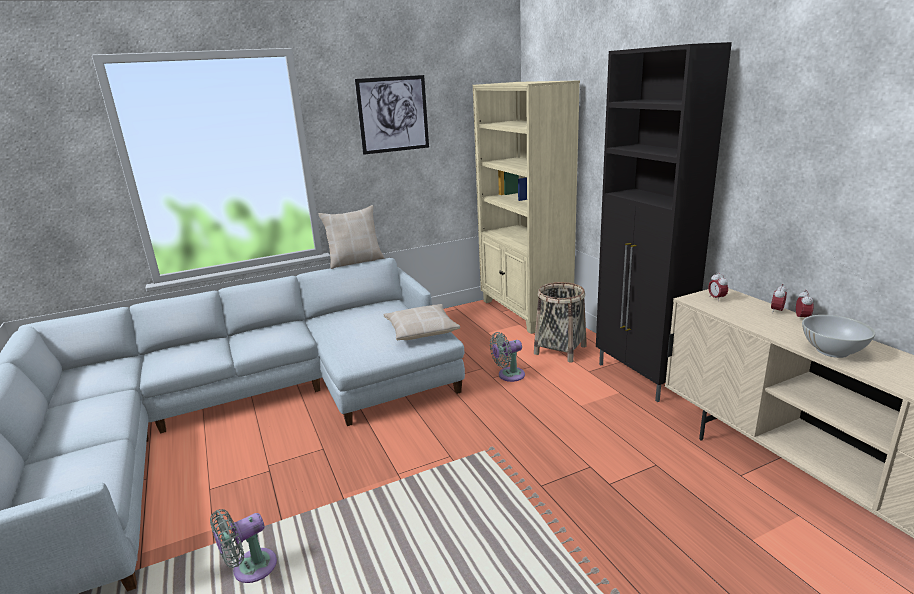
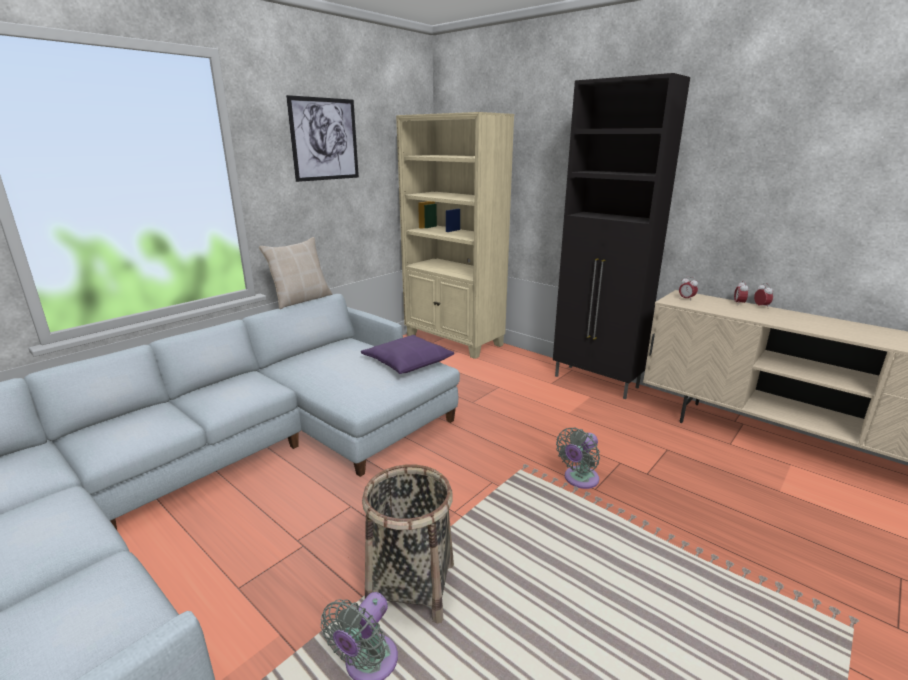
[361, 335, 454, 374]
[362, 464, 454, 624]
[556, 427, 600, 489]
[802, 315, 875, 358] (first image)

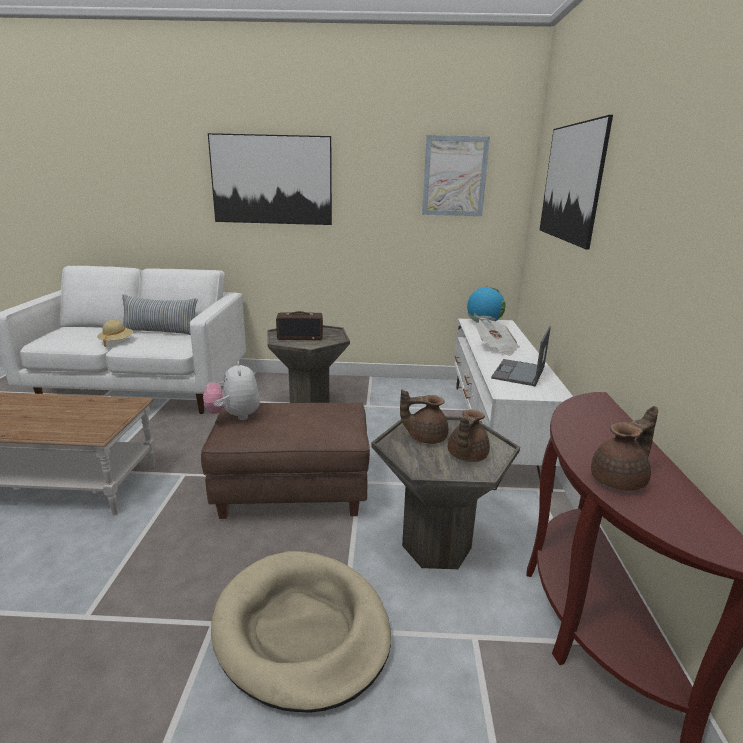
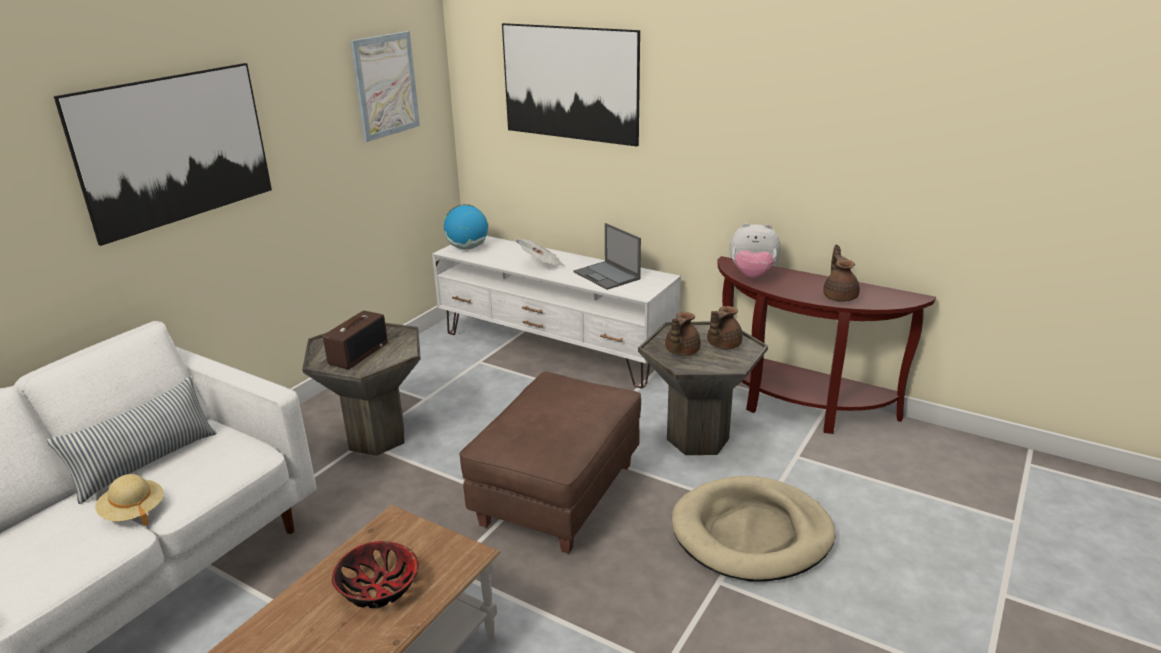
[332, 541, 419, 608]
[707, 306, 743, 349]
[730, 222, 781, 278]

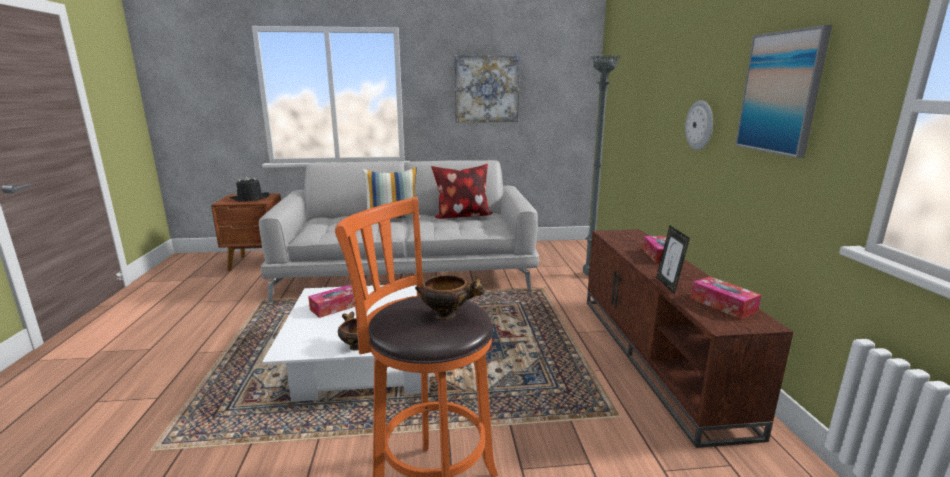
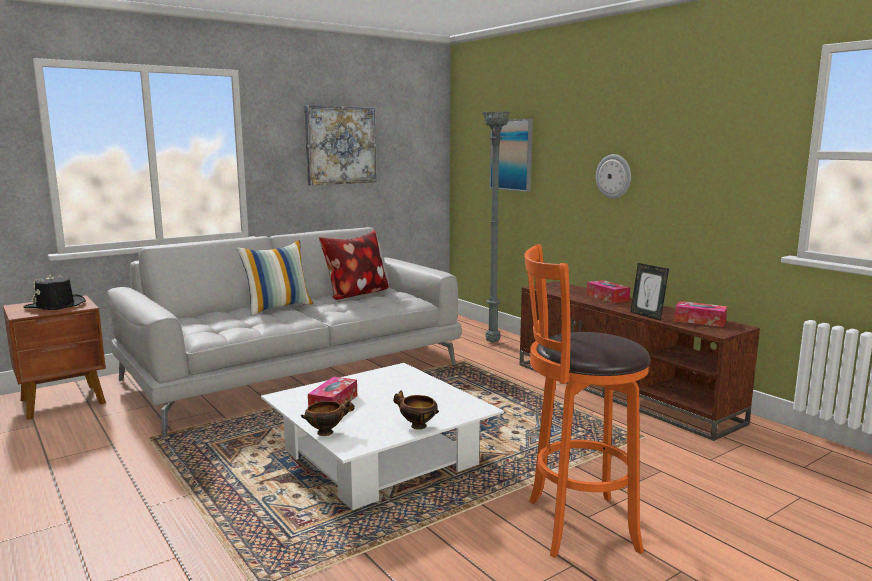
[301, 397, 355, 436]
[490, 119, 533, 192]

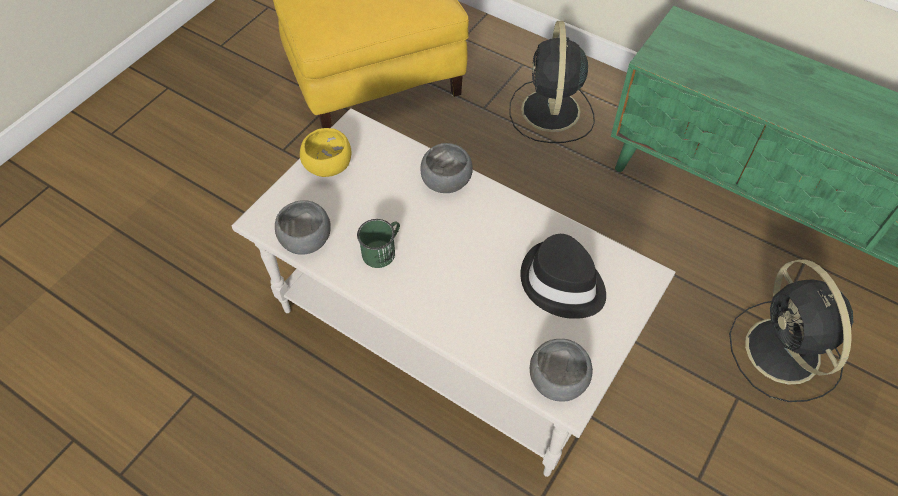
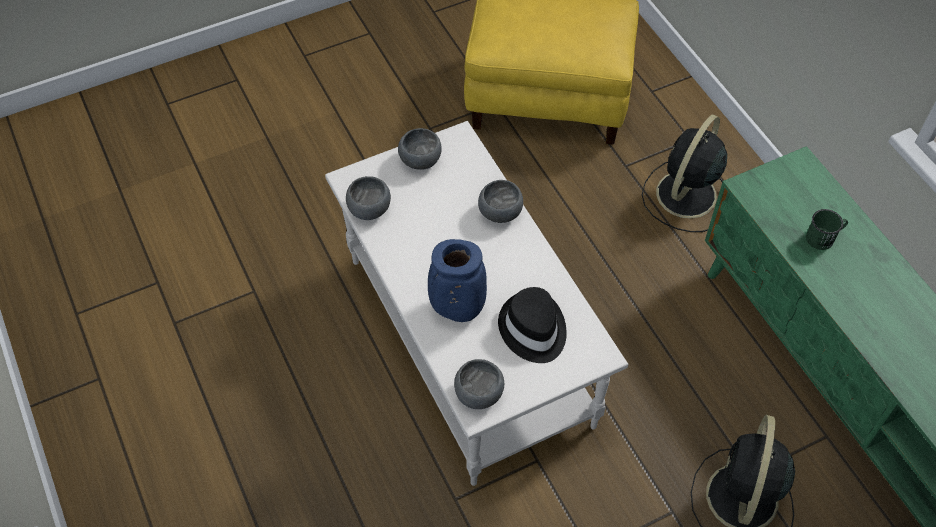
[398, 128, 442, 170]
[428, 239, 487, 322]
[806, 209, 848, 250]

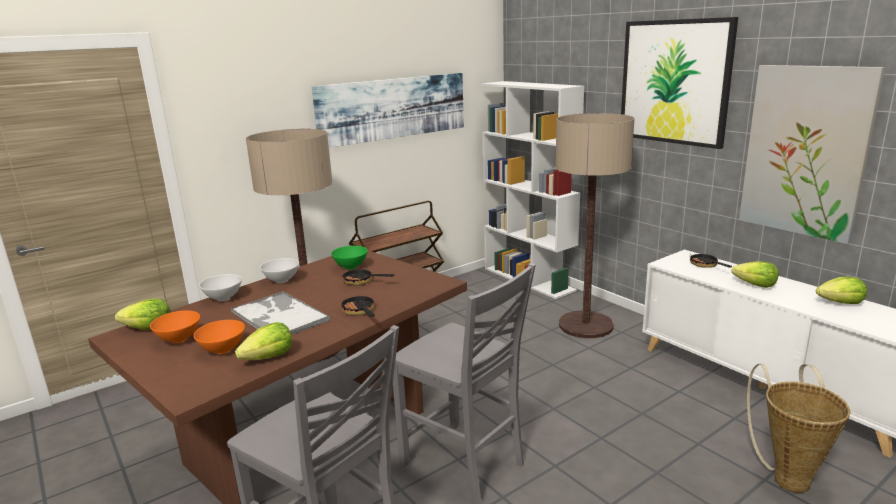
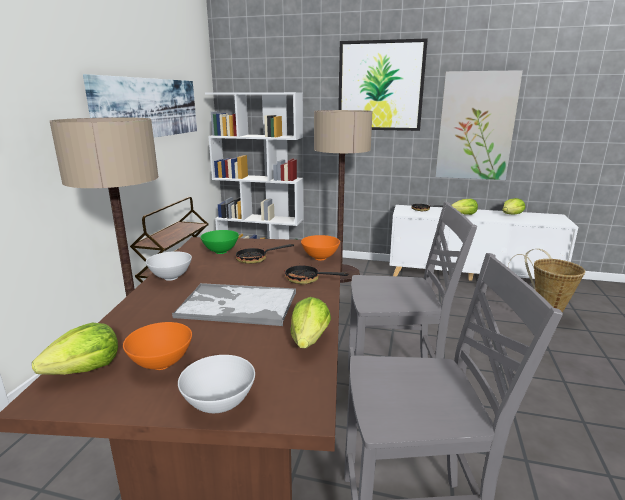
[178, 355, 255, 413]
[301, 235, 340, 260]

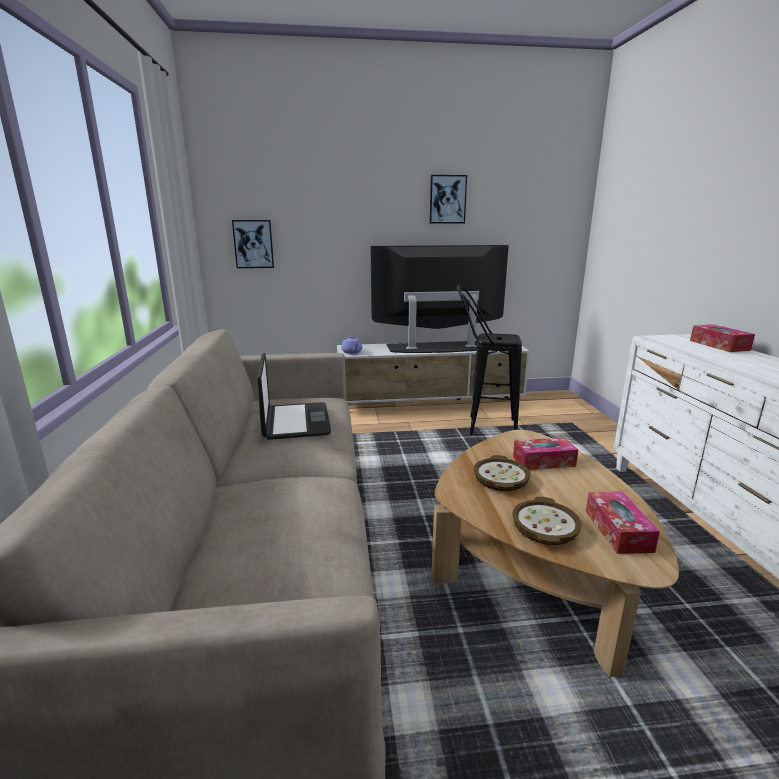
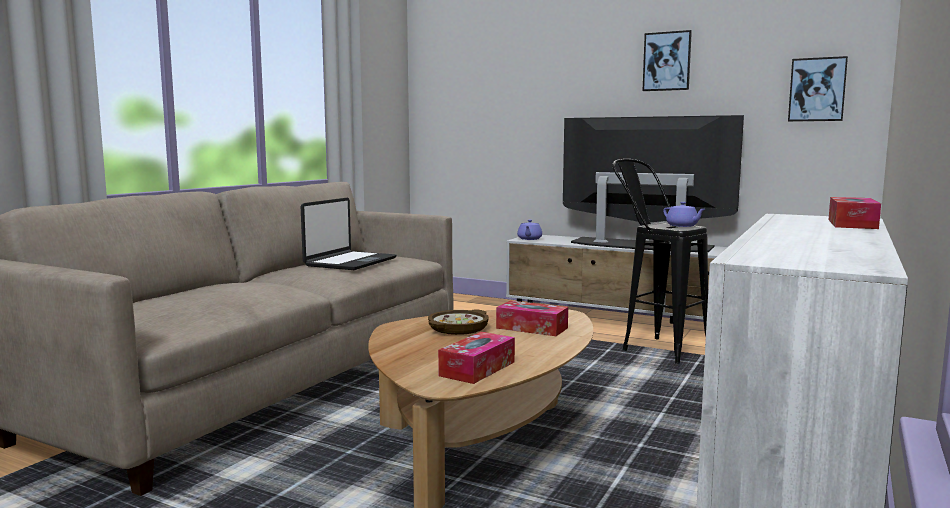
[663, 202, 705, 227]
[788, 56, 848, 122]
[512, 497, 582, 545] (first image)

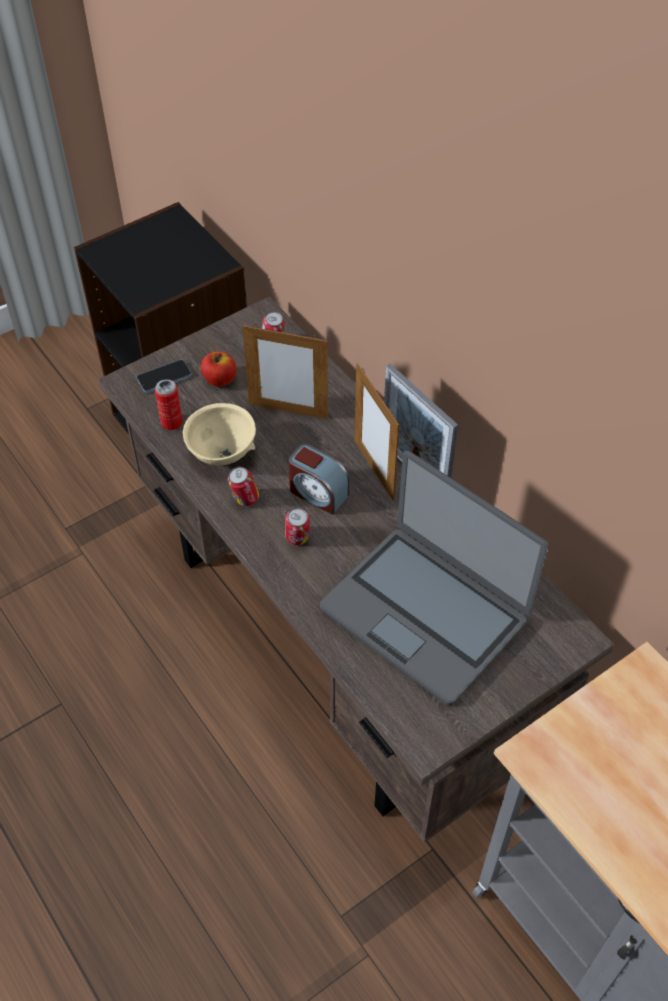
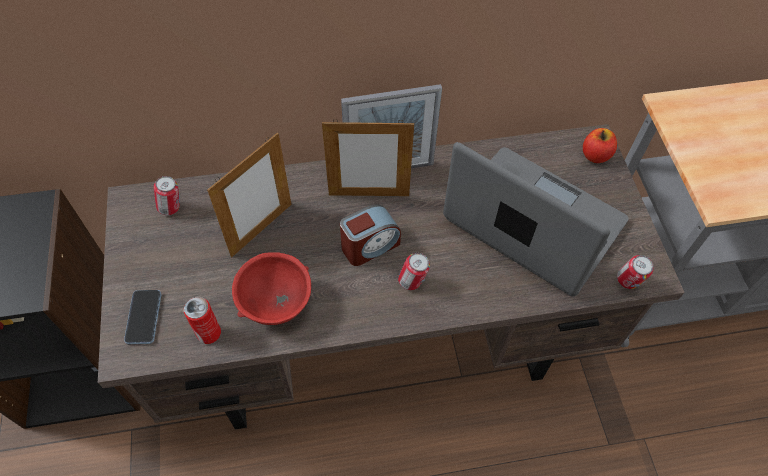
[232, 252, 311, 325]
[443, 142, 629, 296]
[583, 128, 617, 163]
[617, 255, 654, 289]

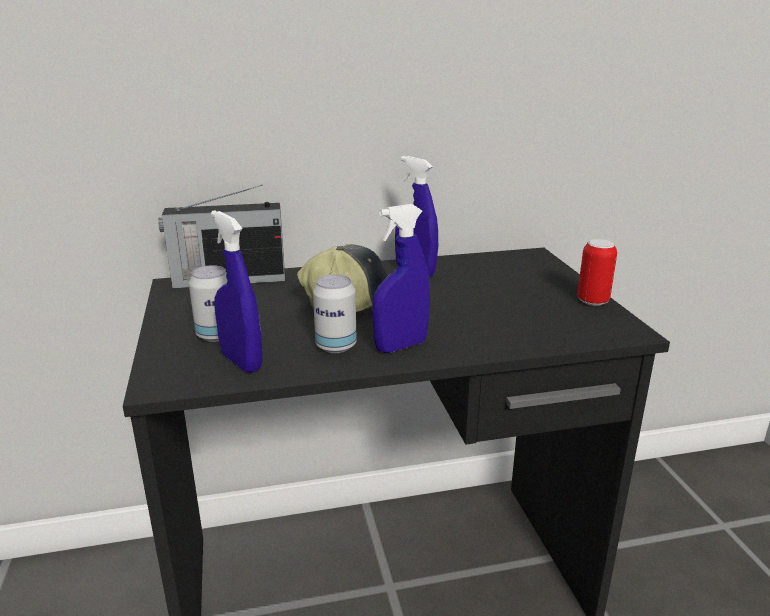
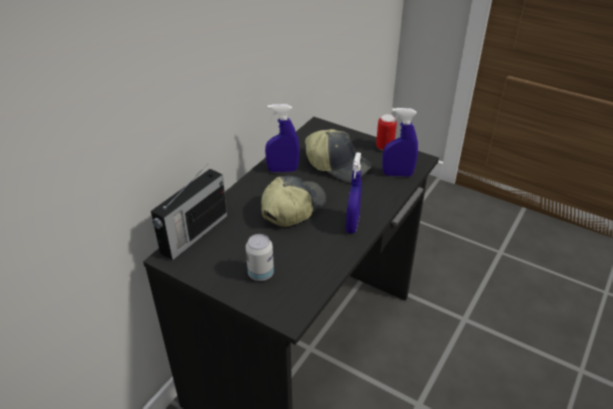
[305, 129, 372, 182]
[382, 108, 418, 177]
[313, 274, 357, 353] (first image)

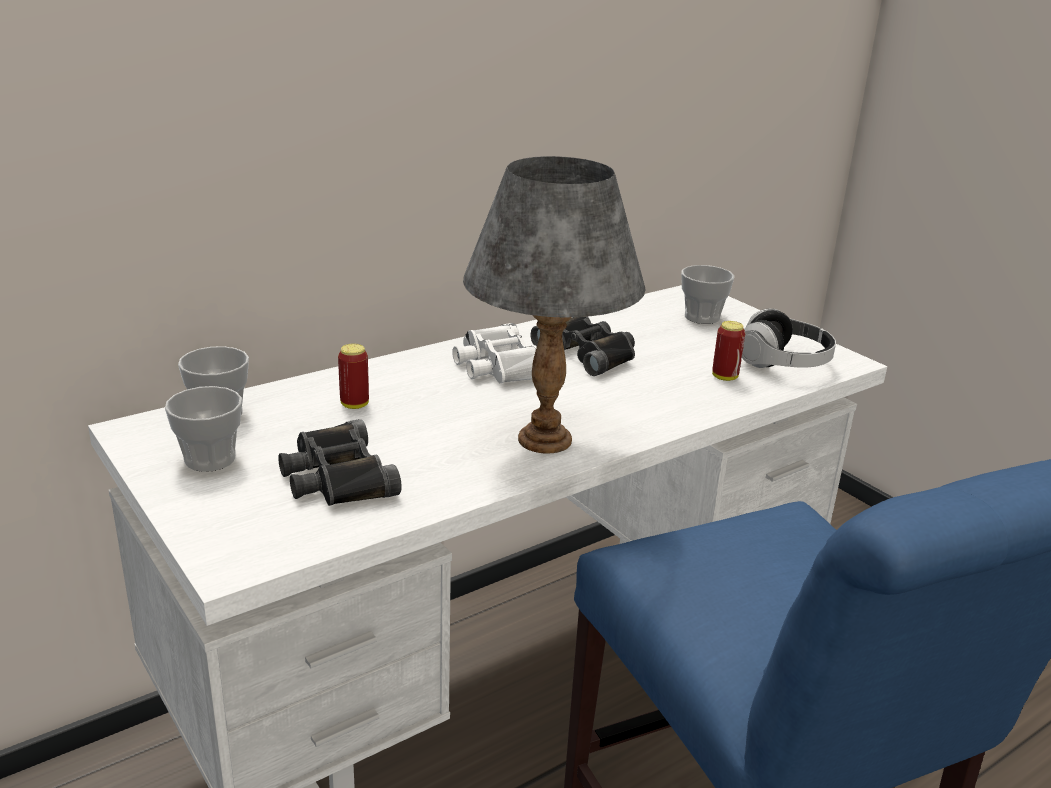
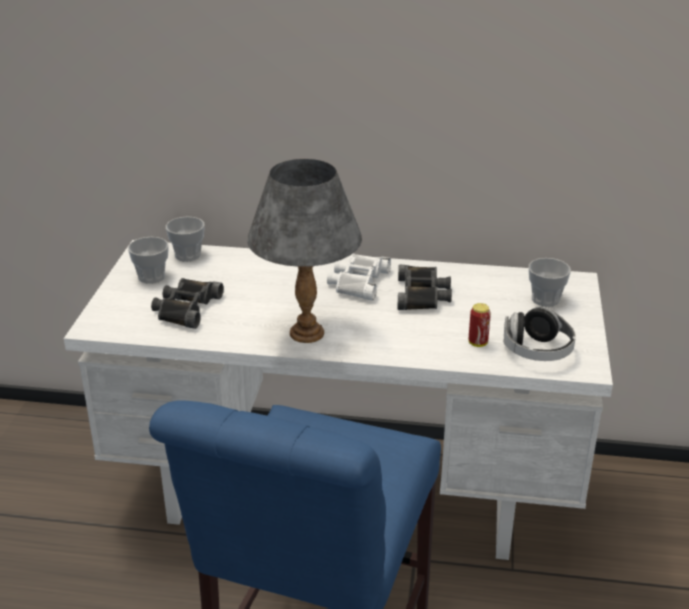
[338, 344, 369, 409] (first image)

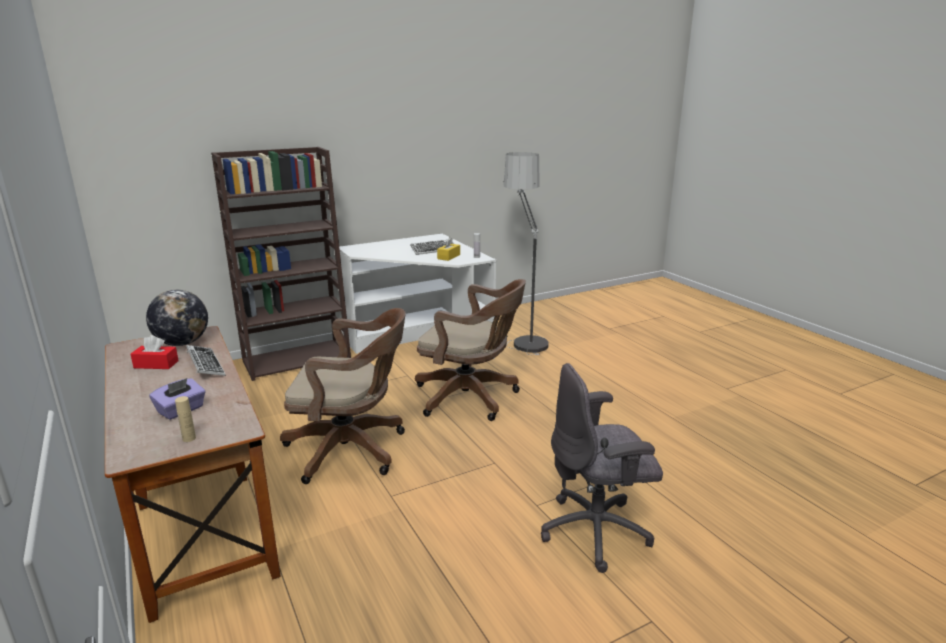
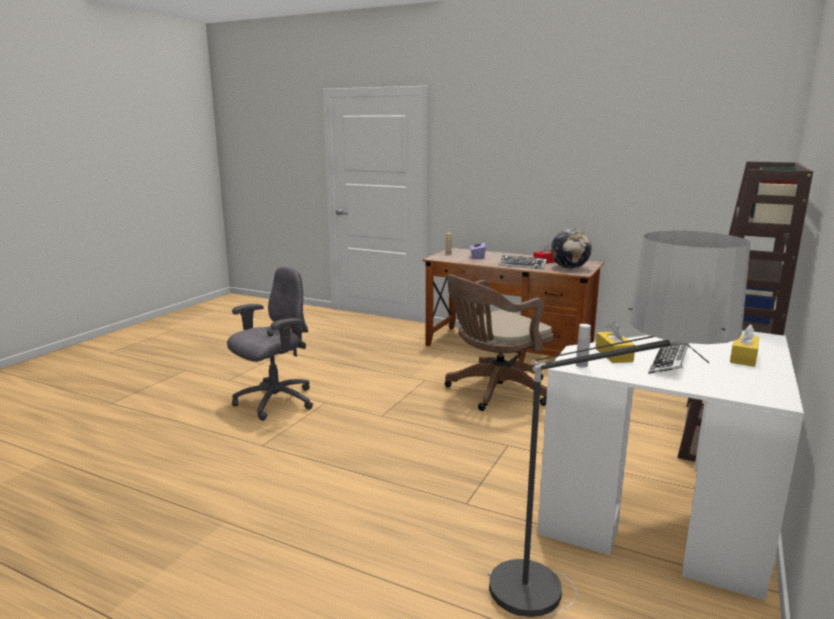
[730, 325, 759, 367]
[415, 279, 526, 421] (first image)

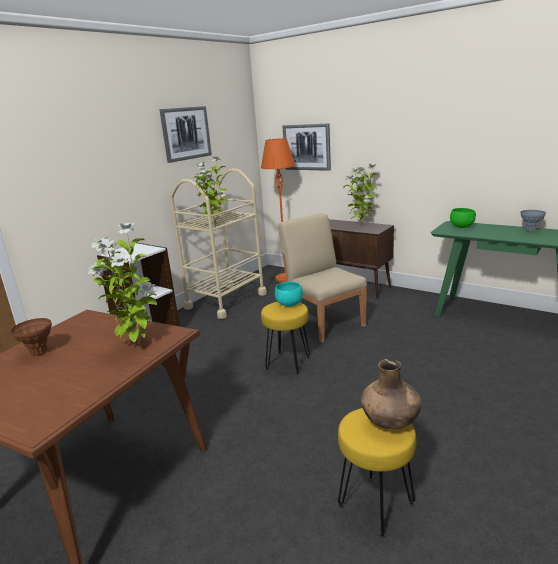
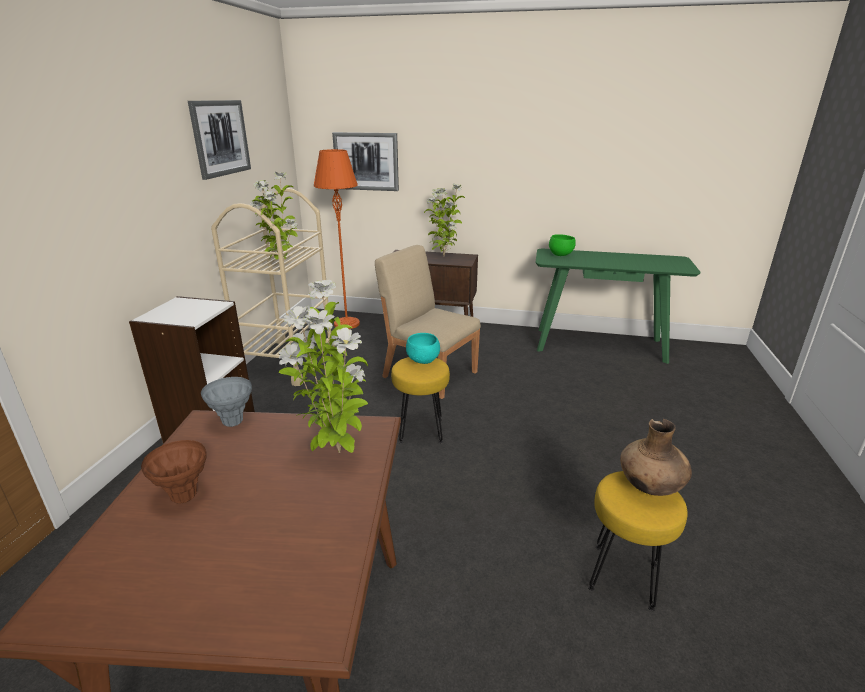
[201, 377, 252, 427]

